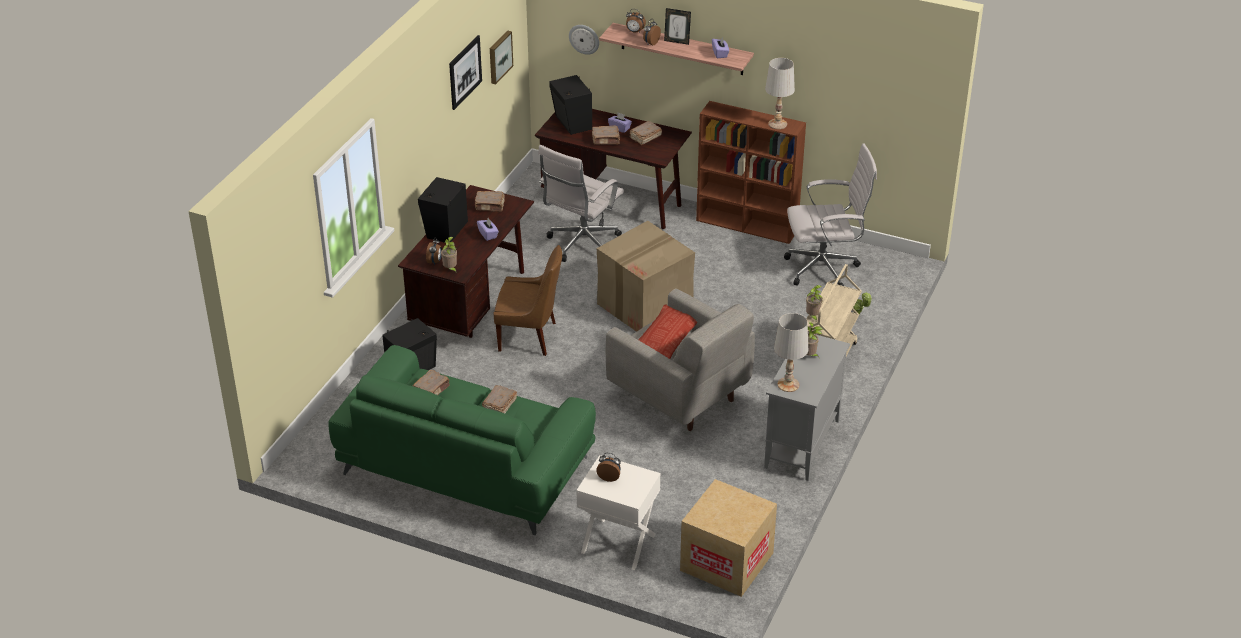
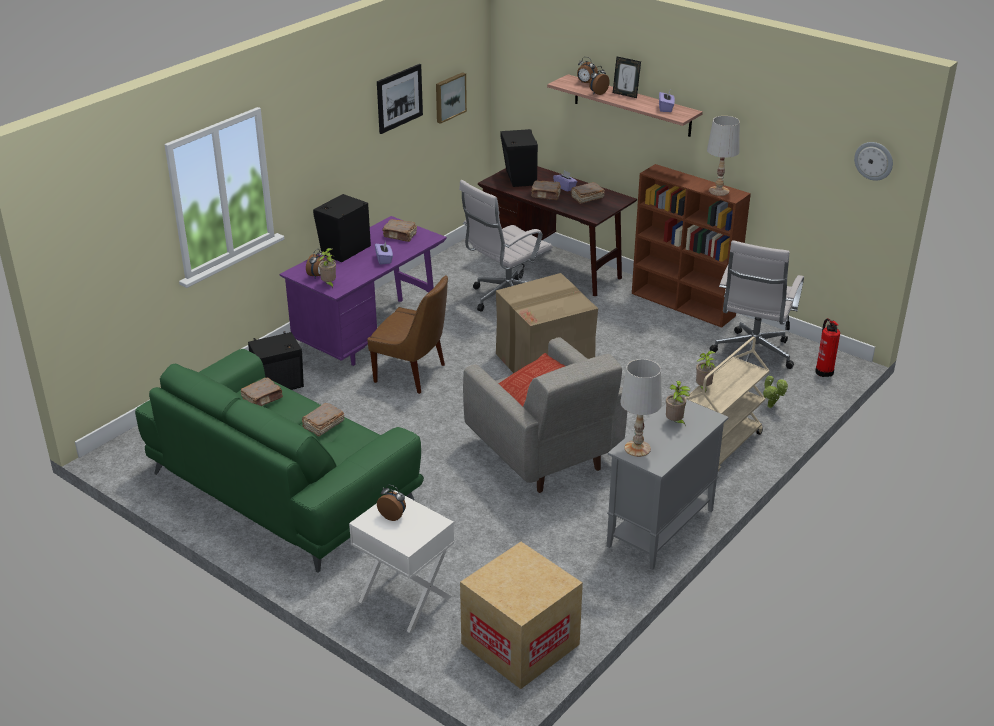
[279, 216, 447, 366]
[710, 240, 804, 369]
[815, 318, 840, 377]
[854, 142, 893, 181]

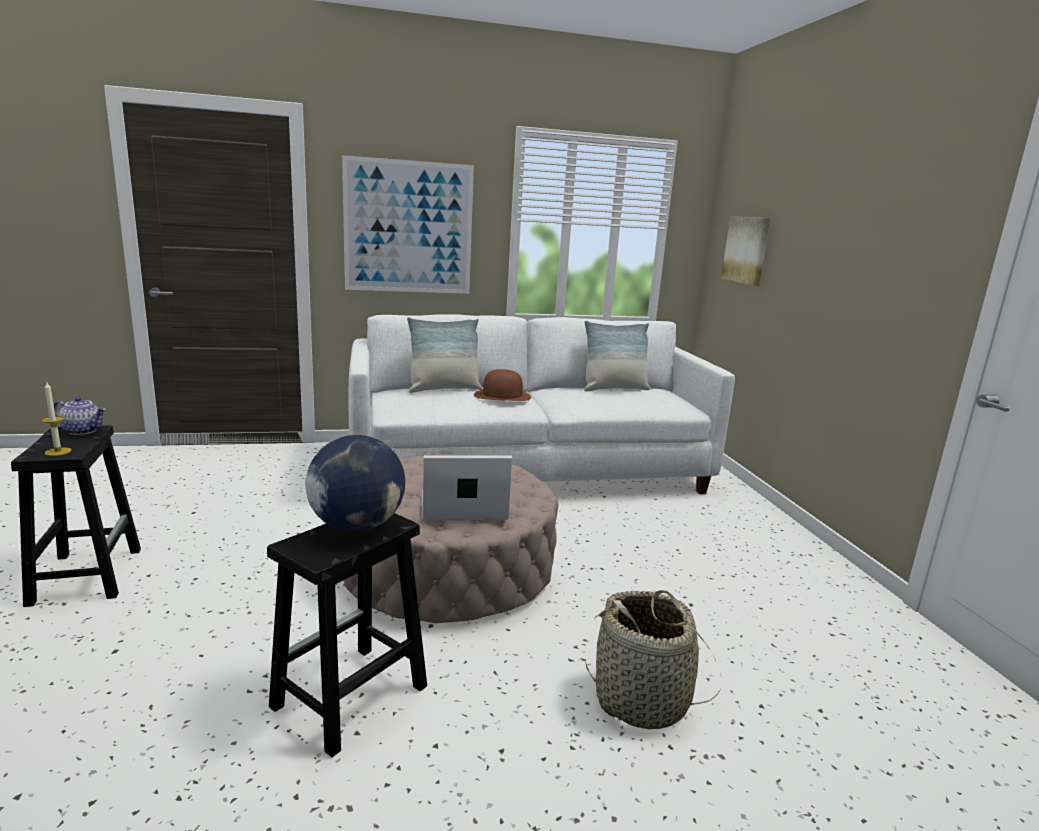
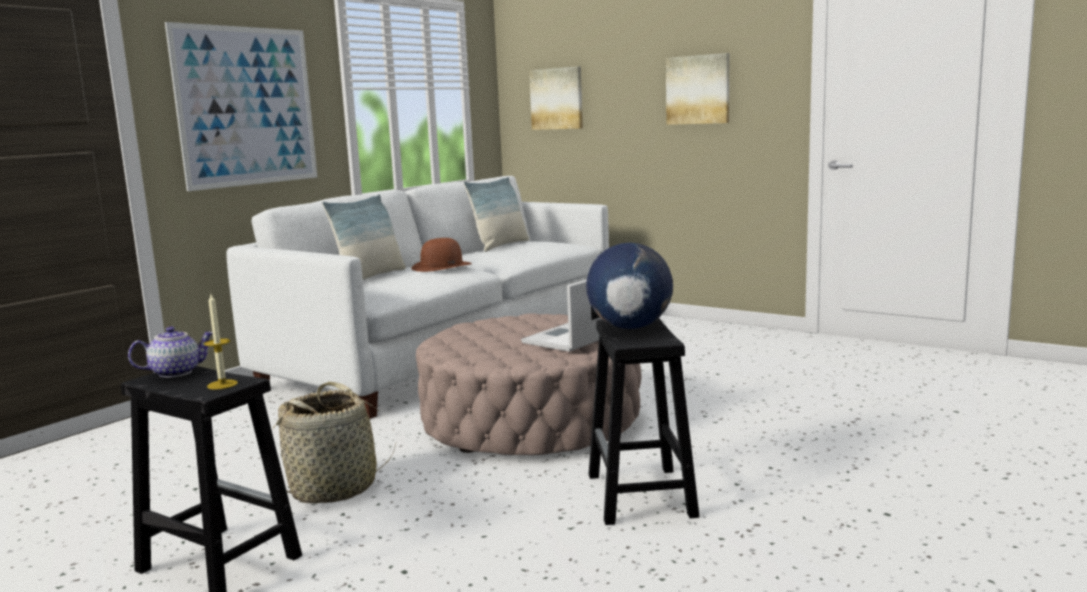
[272, 382, 396, 504]
[666, 53, 729, 125]

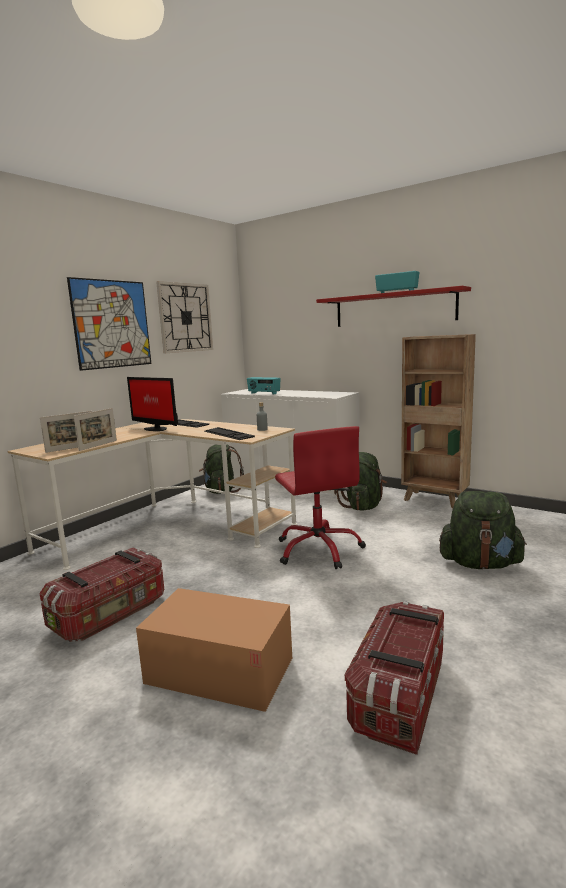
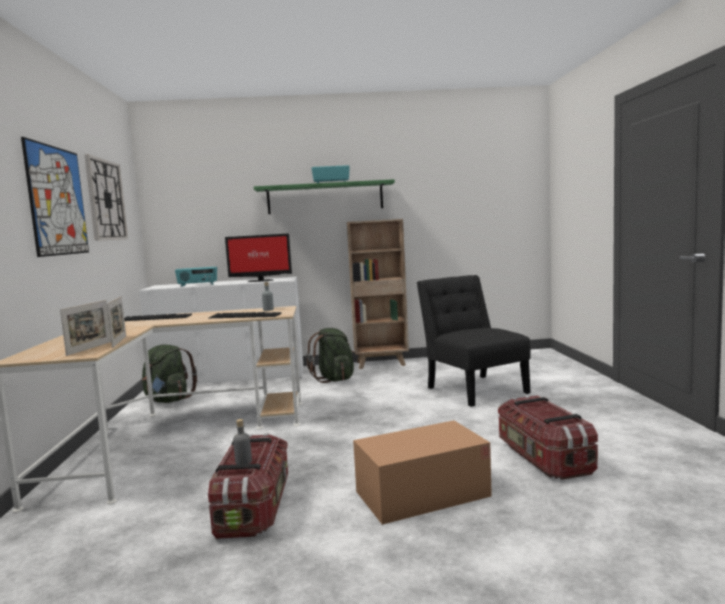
[225, 233, 292, 282]
[233, 419, 252, 465]
[254, 179, 395, 214]
[417, 275, 531, 407]
[275, 426, 366, 569] (first image)

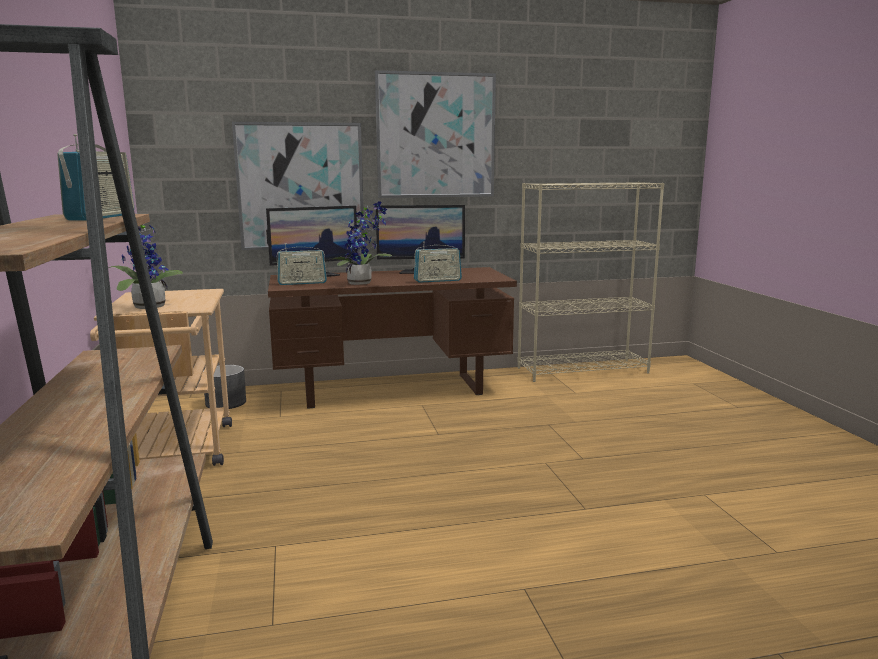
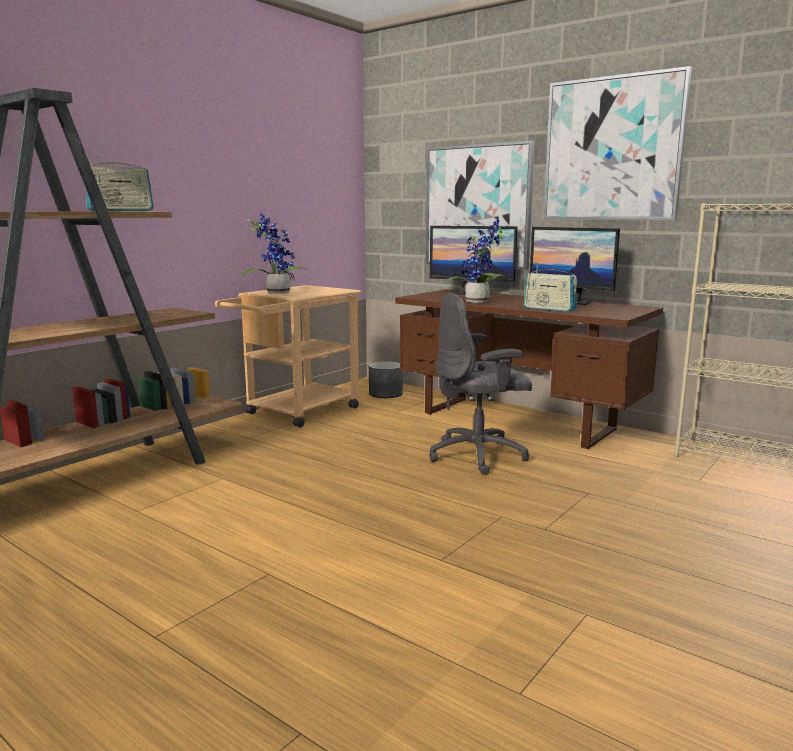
[429, 293, 532, 475]
[277, 243, 327, 285] (first image)

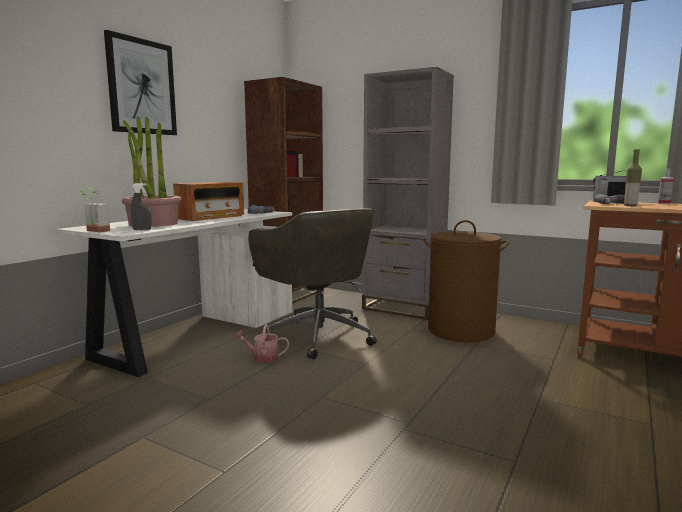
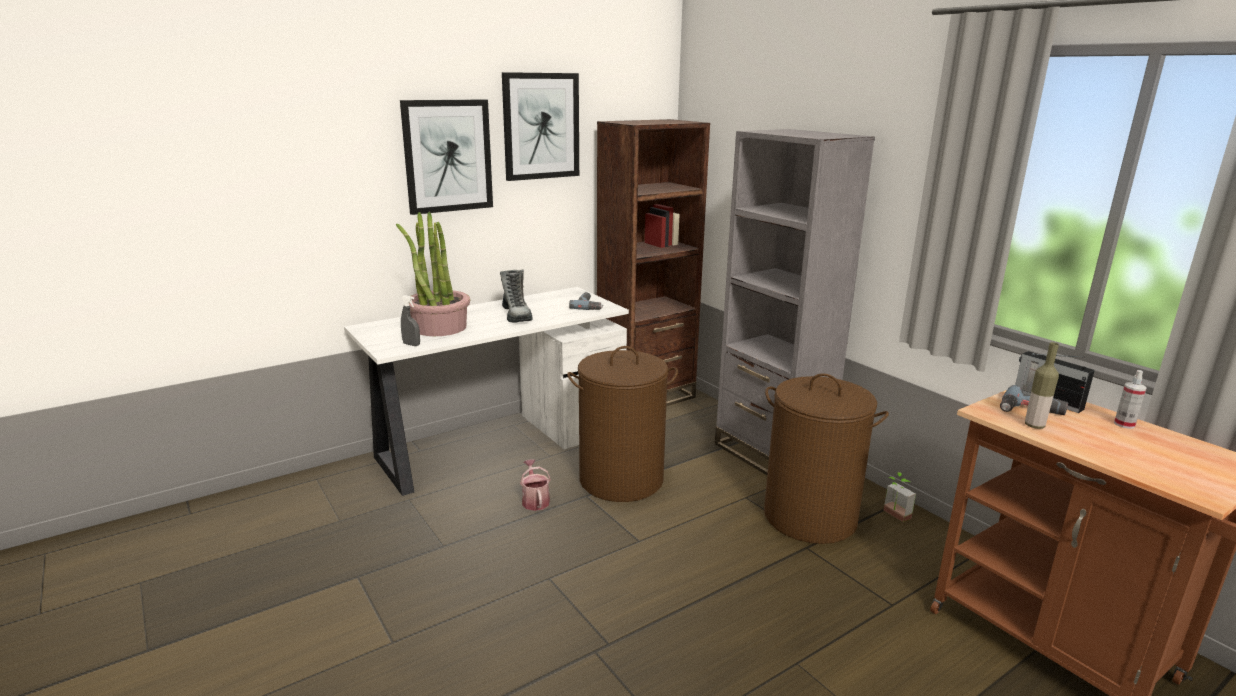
[500, 270, 533, 323]
[502, 72, 579, 181]
[520, 459, 551, 511]
[567, 346, 678, 502]
[884, 472, 916, 522]

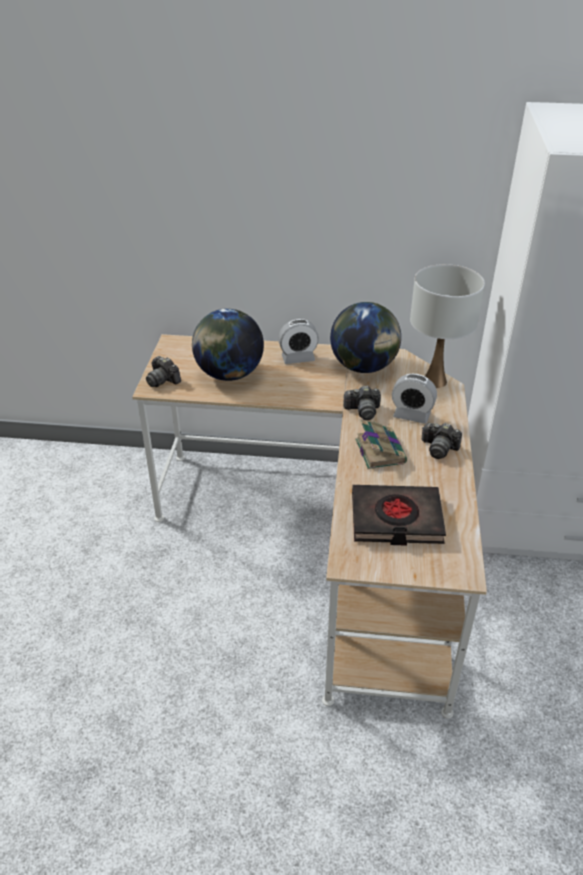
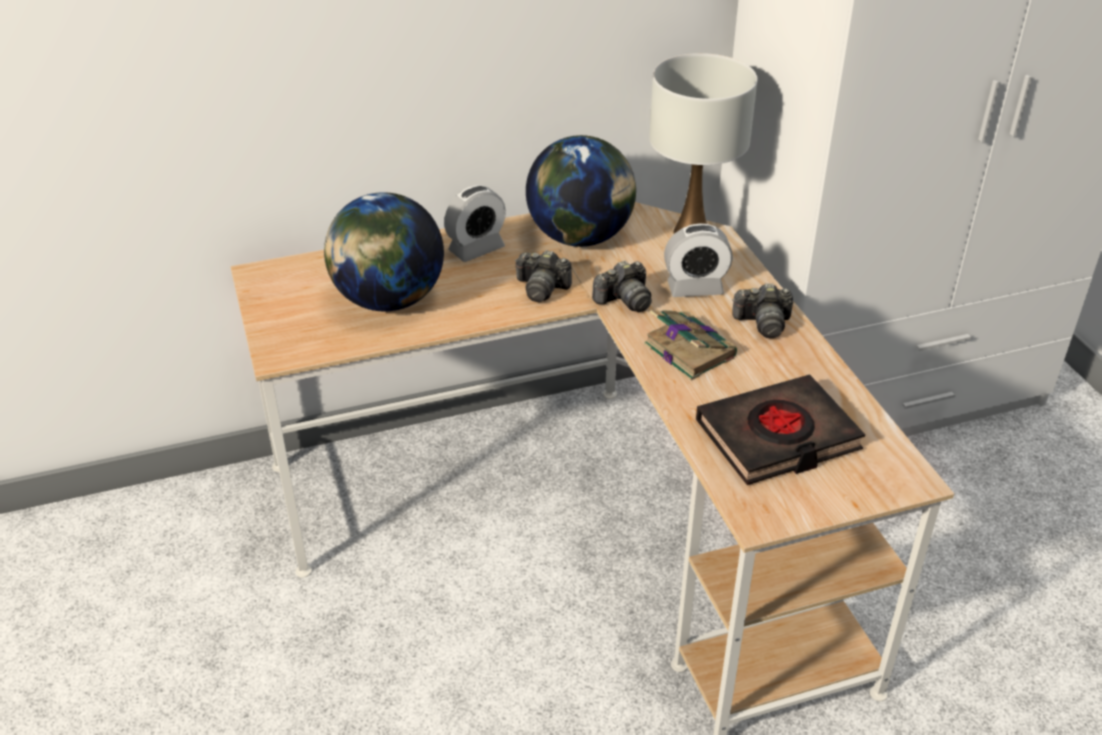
[515, 250, 572, 302]

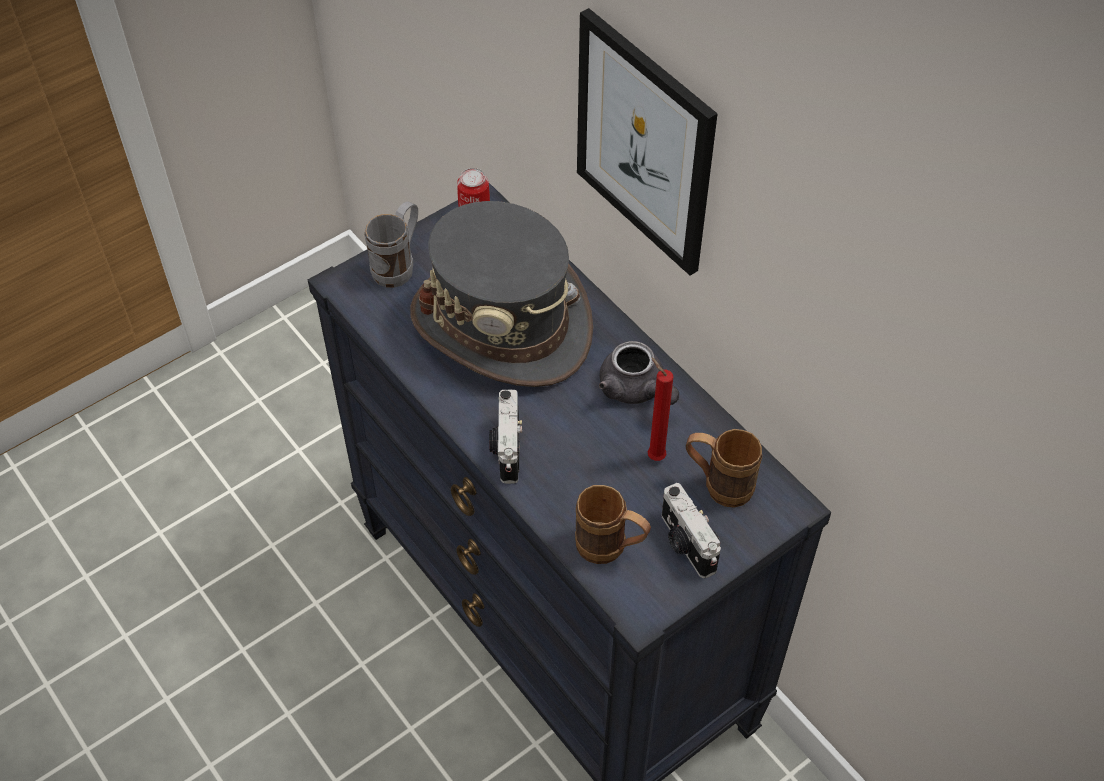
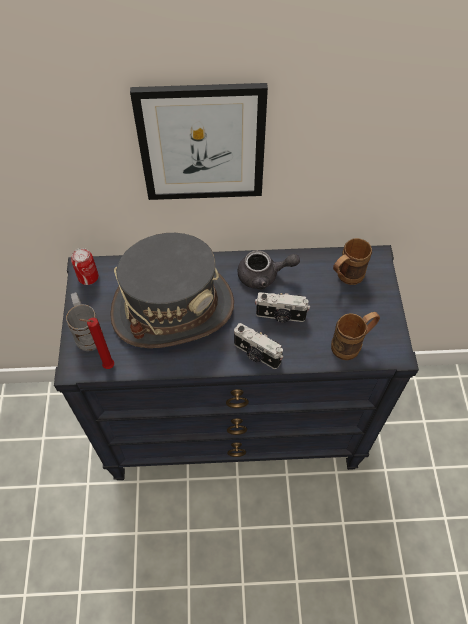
[79, 318, 114, 369]
[255, 292, 310, 322]

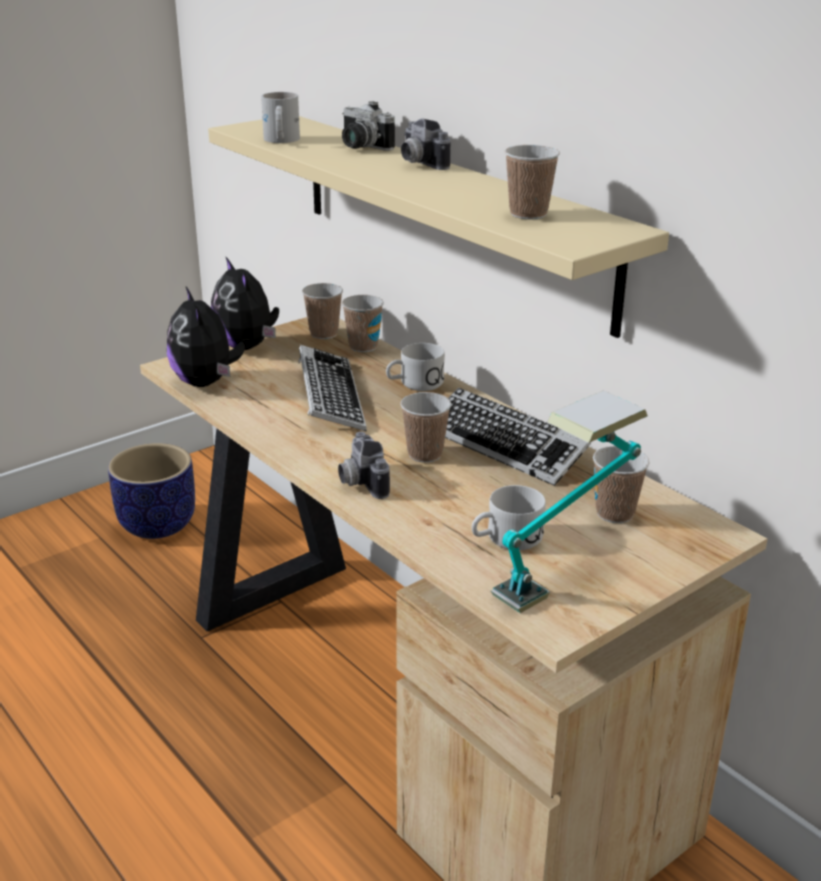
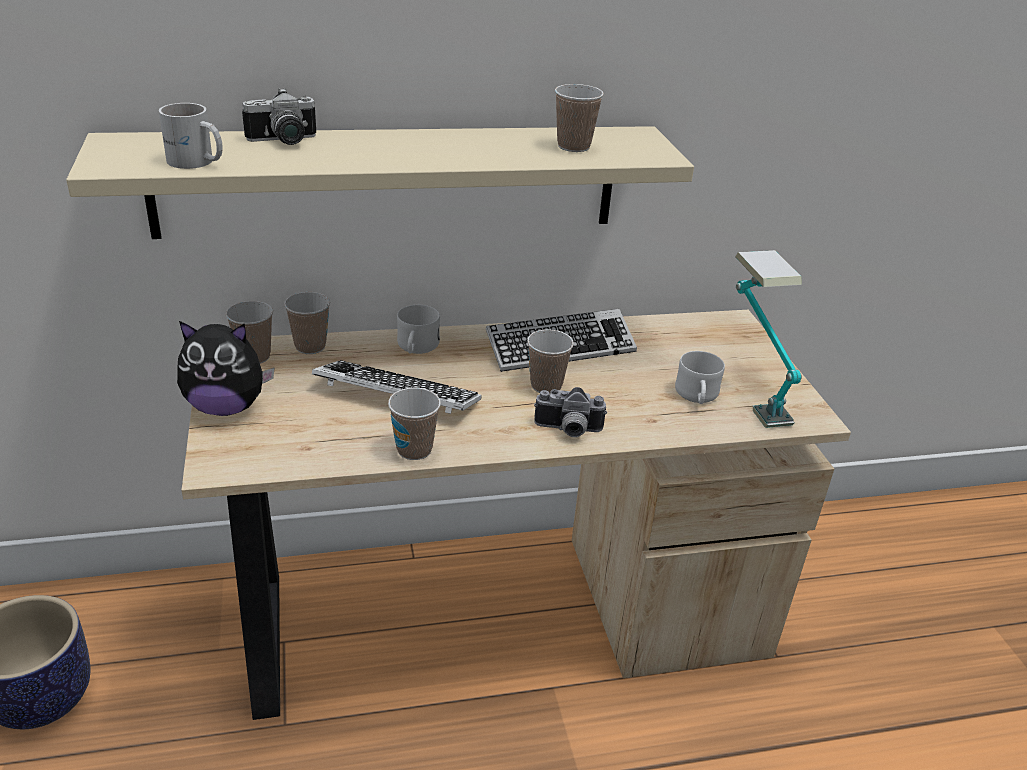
[388, 388, 441, 460]
[167, 287, 245, 387] (first image)
[401, 118, 451, 170] (first image)

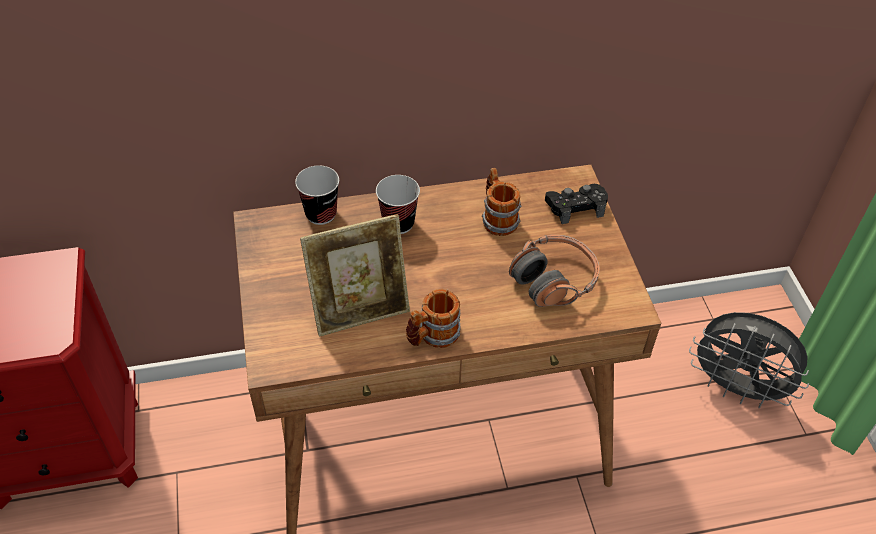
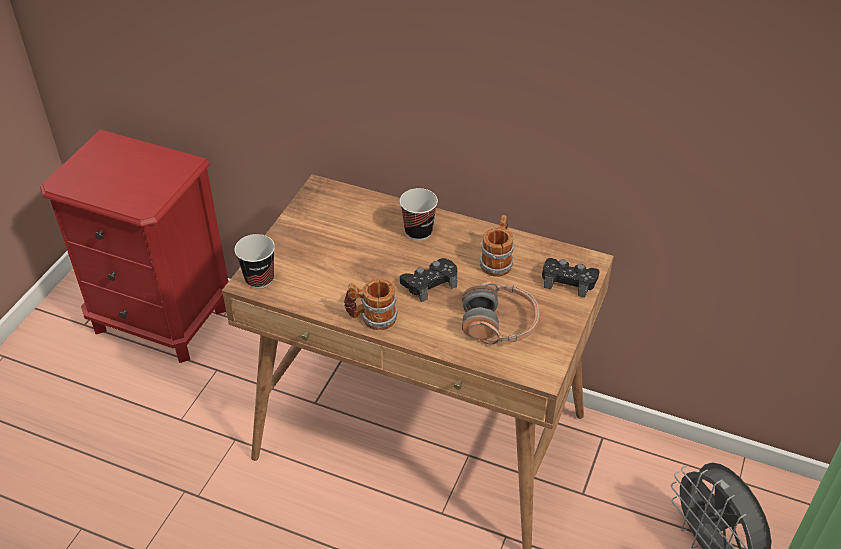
[235, 234, 275, 289]
[400, 258, 457, 302]
[300, 214, 410, 337] (first image)

